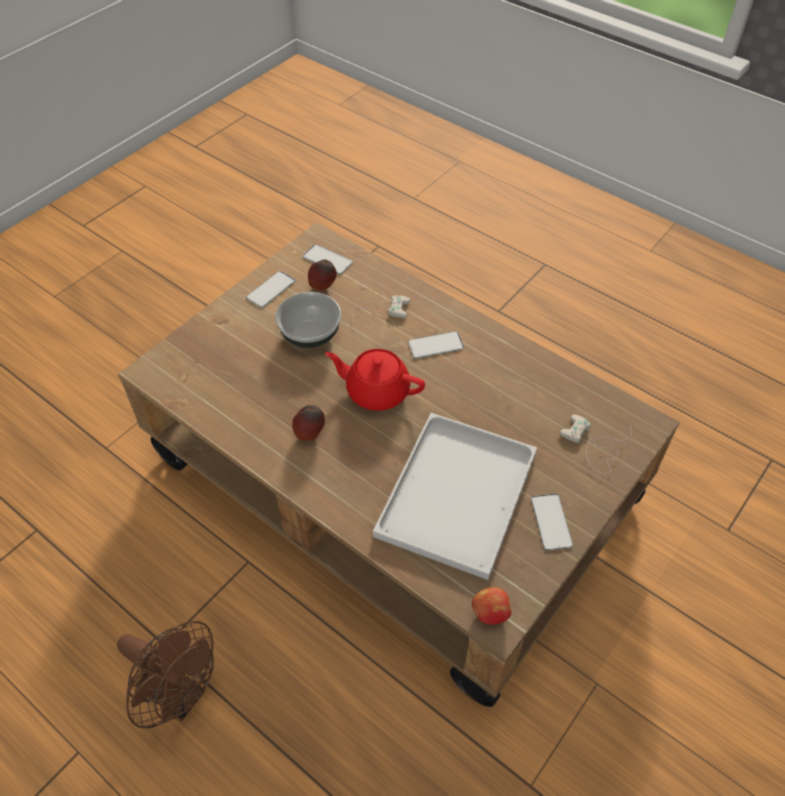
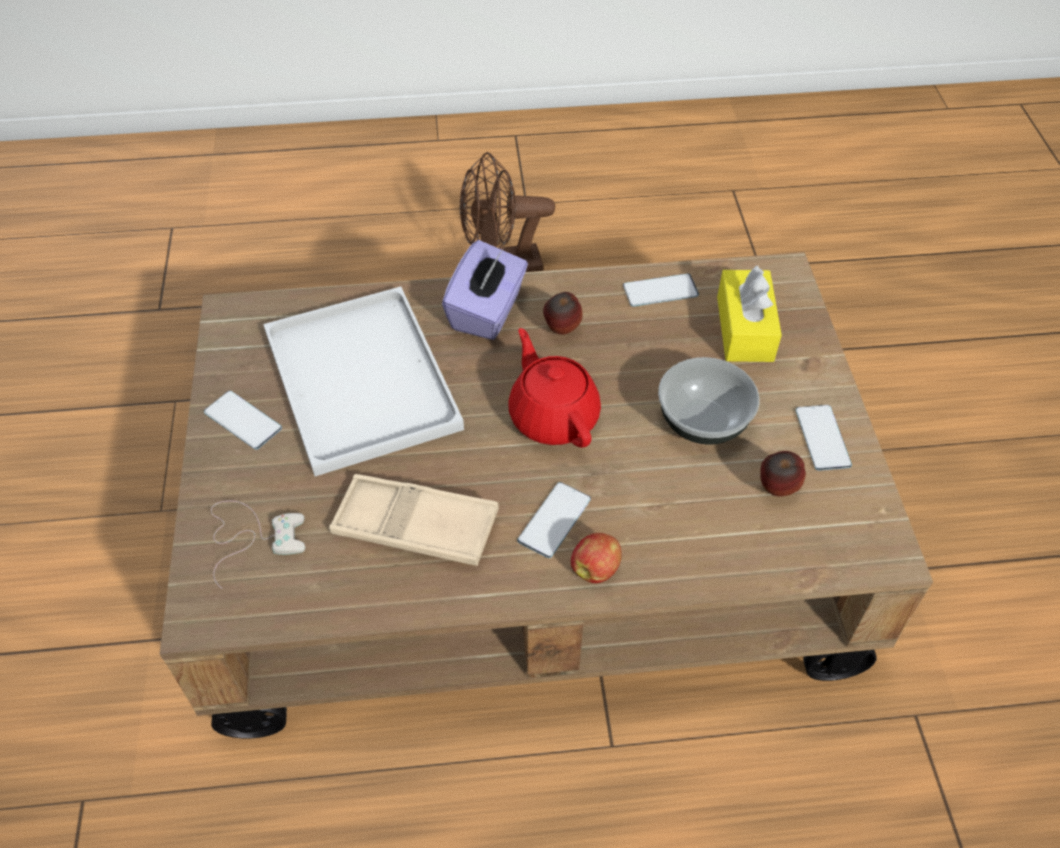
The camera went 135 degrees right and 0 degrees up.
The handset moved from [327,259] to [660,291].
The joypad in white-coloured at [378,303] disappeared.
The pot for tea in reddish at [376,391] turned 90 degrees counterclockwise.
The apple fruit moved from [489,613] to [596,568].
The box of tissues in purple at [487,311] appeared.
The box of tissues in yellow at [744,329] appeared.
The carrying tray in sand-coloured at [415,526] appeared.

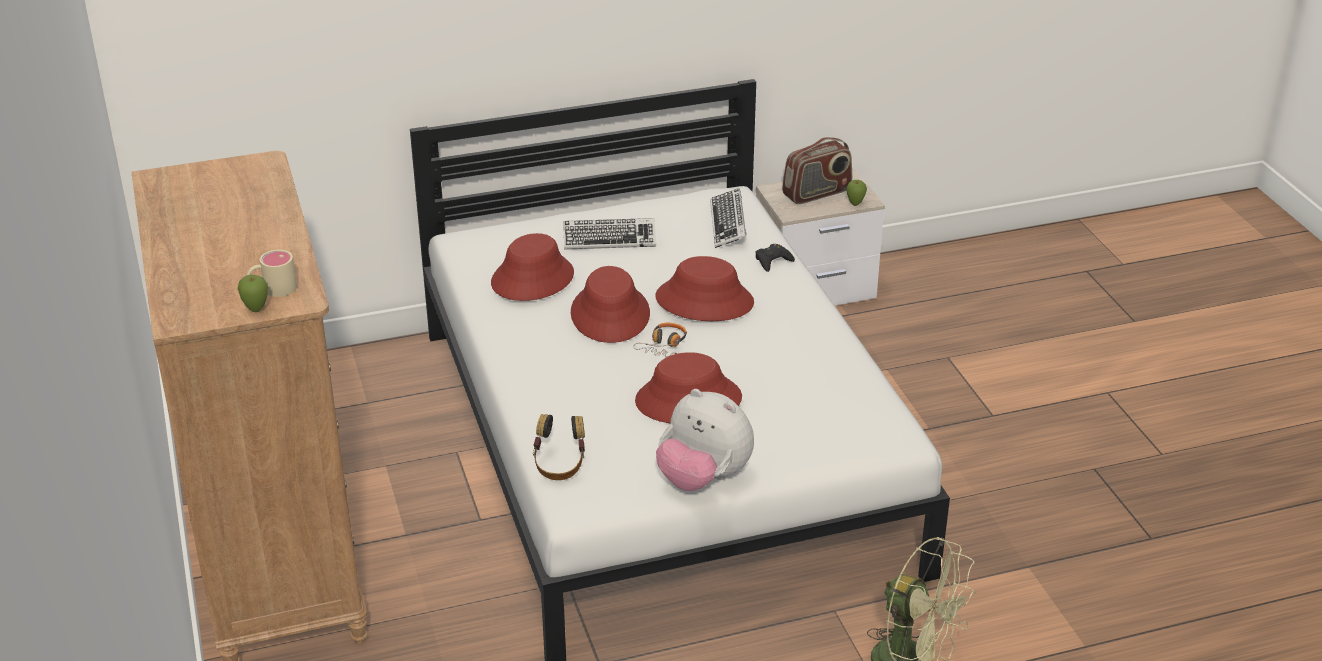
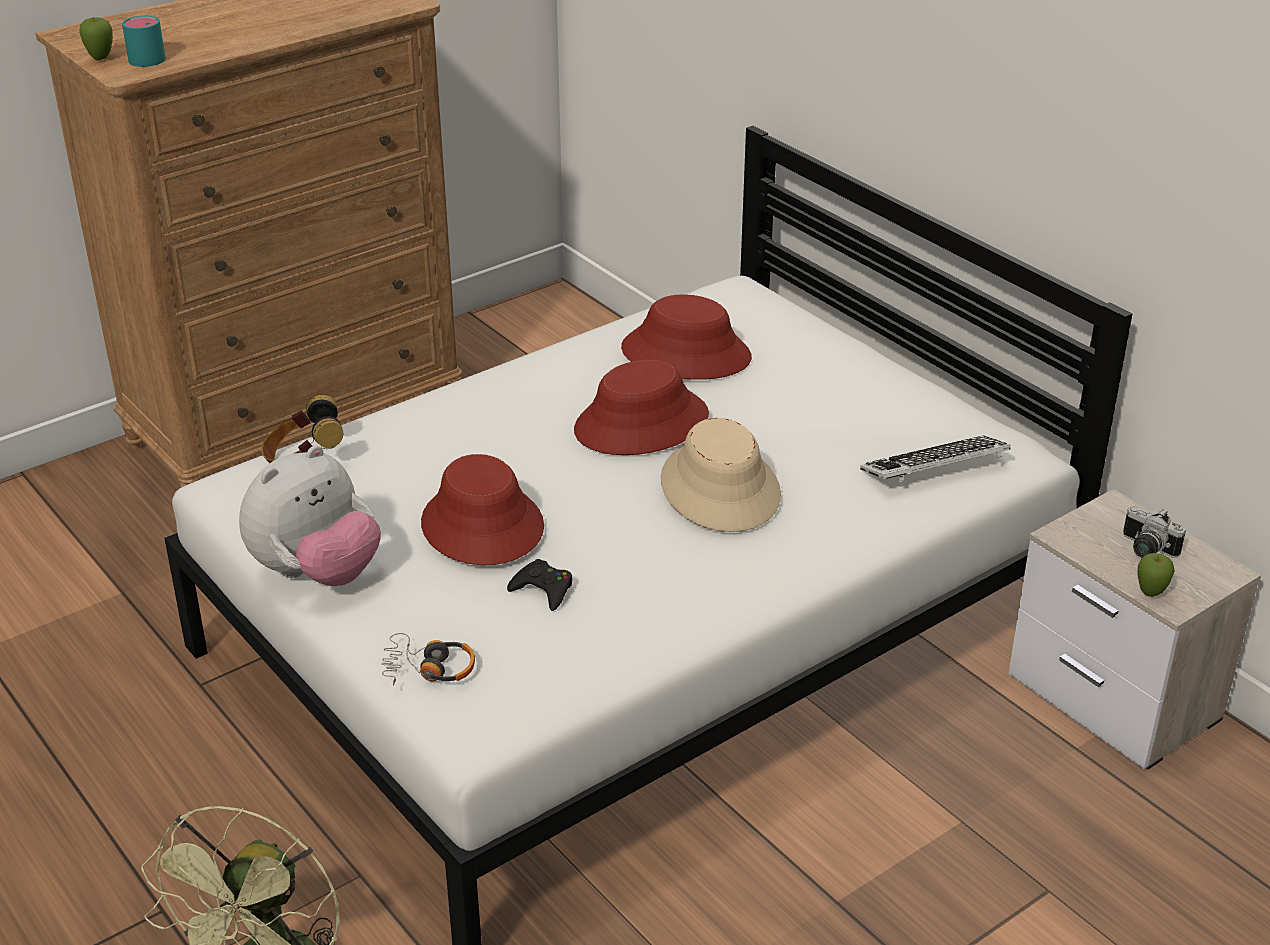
The camera went 70 degrees right and 0 degrees up.
The radio set at [817,193] was replaced by the photo camera at [1145,549].
The PC keyboard at [609,239] disappeared.
The joypad in blackish moved from [772,261] to [543,590].
The mug in sand-coloured at [272,289] became the mug in turquoise at [142,57].
The clothing hat in reddish at [704,300] became the clothing hat in sand-coloured at [721,488].
The headphones moved from [664,345] to [428,669].
The plush toy at [703,478] turned 150 degrees counterclockwise.

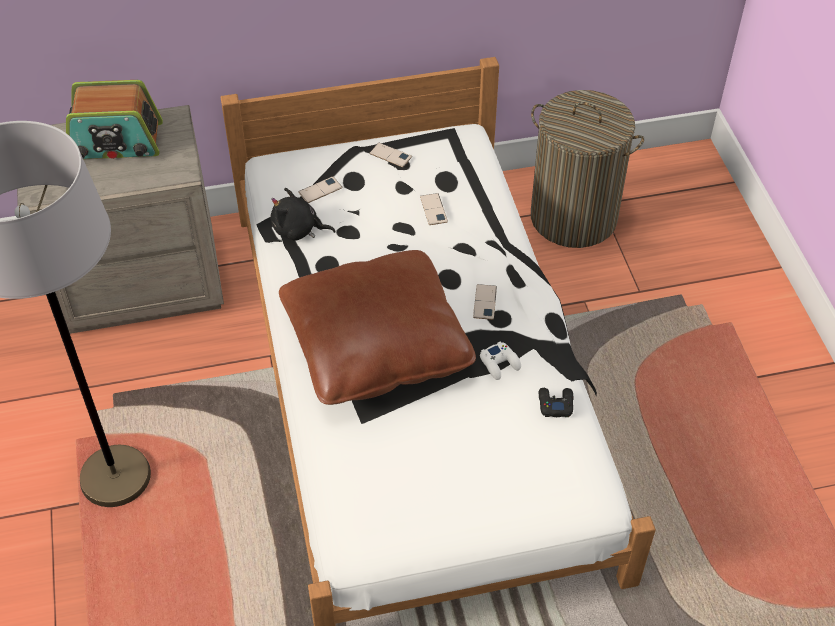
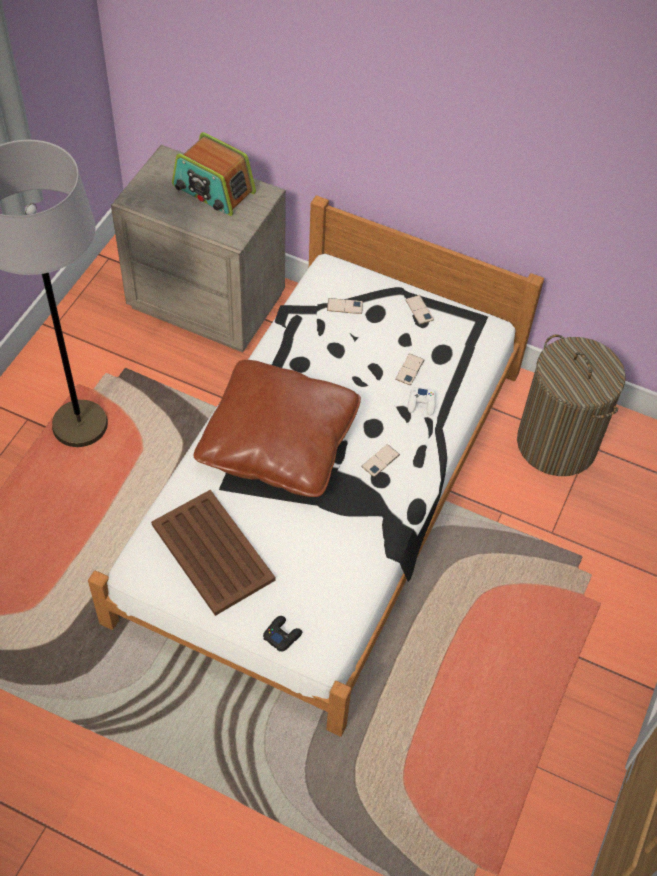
The camera went 35 degrees right and 5 degrees up.
The plush toy in blackish at [298,230] disappeared.
The joypad in white-coloured moved from [500,363] to [421,403].
The joypad in blackish moved from [555,404] to [282,635].
The carrying tray in brown at [212,551] appeared.

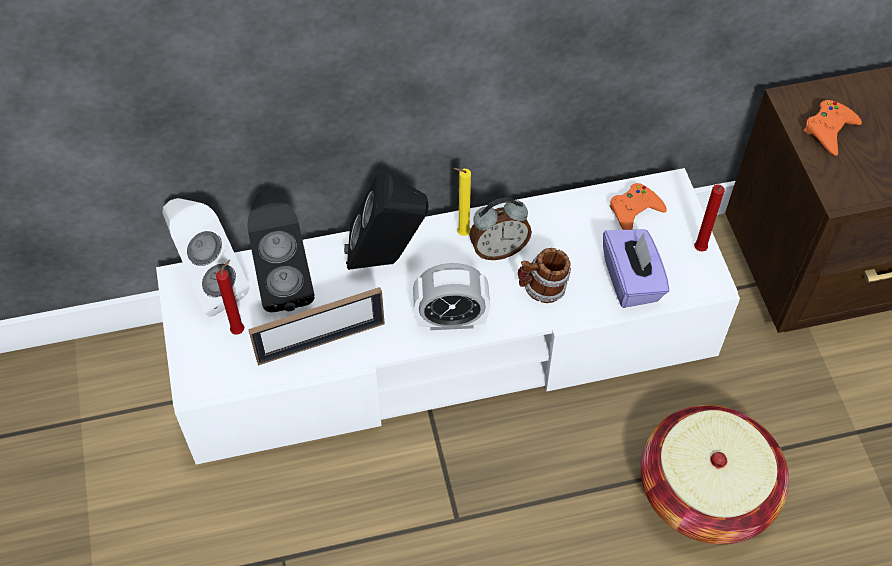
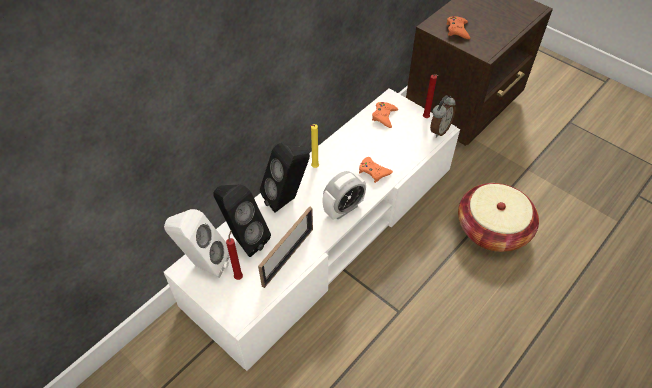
The camera went 35 degrees left and 5 degrees down.
The bedside clock moved from [498,249] to [439,130].
The box of tissues in purple at [632,280] disappeared.
The mug at [542,289] was replaced by the joypad in orange at [373,171].

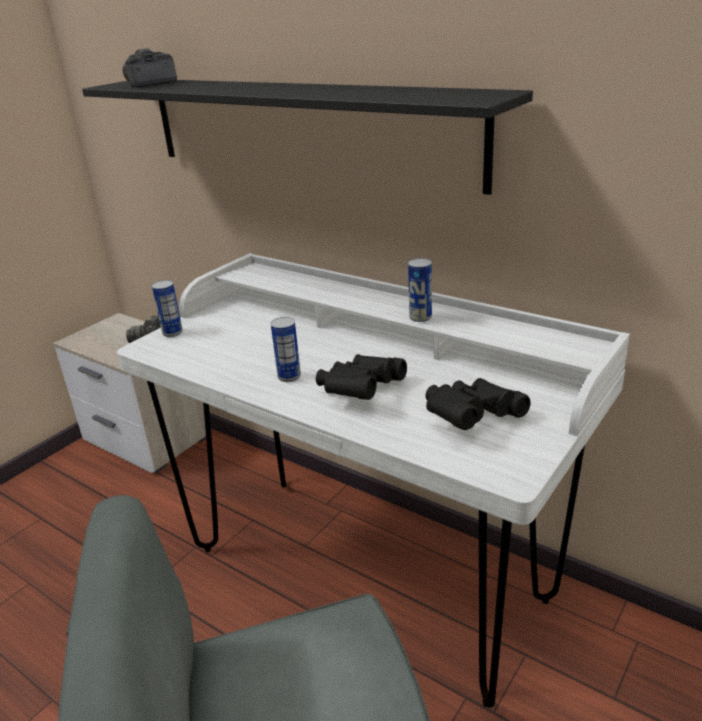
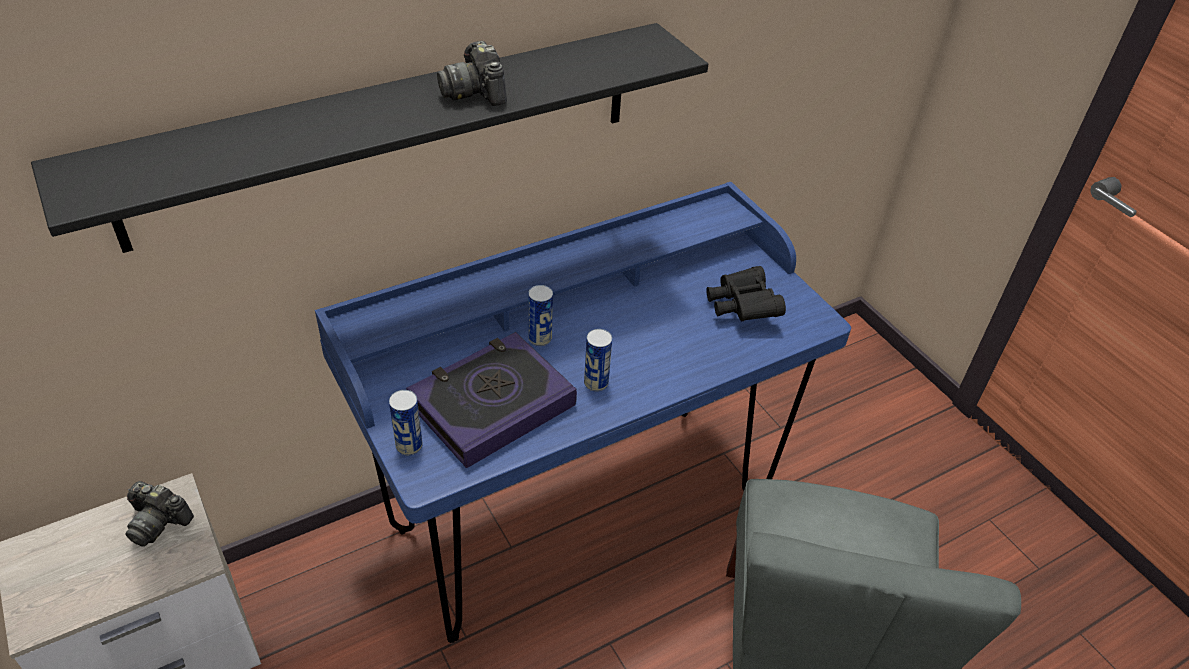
The camera went 70 degrees left and 15 degrees up.
The photo camera moved from [148,84] to [475,92].
The desk unit in white-coloured at [367,572] became the desk unit in blue-coloured at [581,512].
The can moved from [420,317] to [540,338].
The pair of binoculars in blackish at [360,391] disappeared.
The bound book at [492,405] appeared.

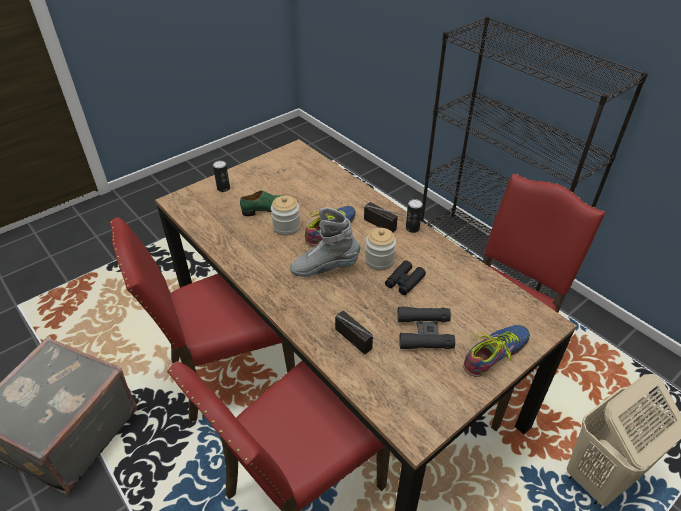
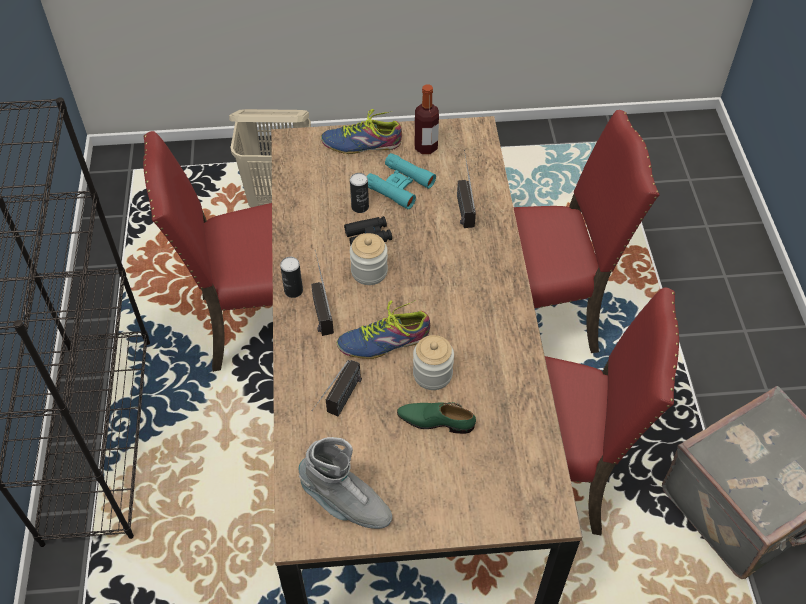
The camera went 145 degrees left and 10 degrees up.
The can moved from [223,188] to [360,207].
The tall boot in grey moved from [324,268] to [345,503].
The pair of binoculars in blackish at [424,332] became the pair of binoculars in turquoise at [399,186].
The bottle at [426,147] appeared.
The radio set at [339,406] appeared.

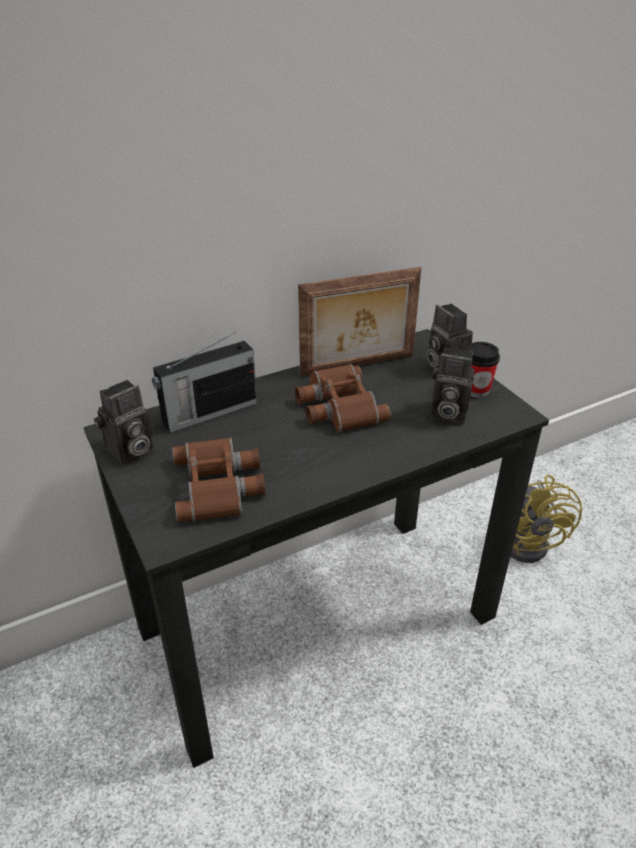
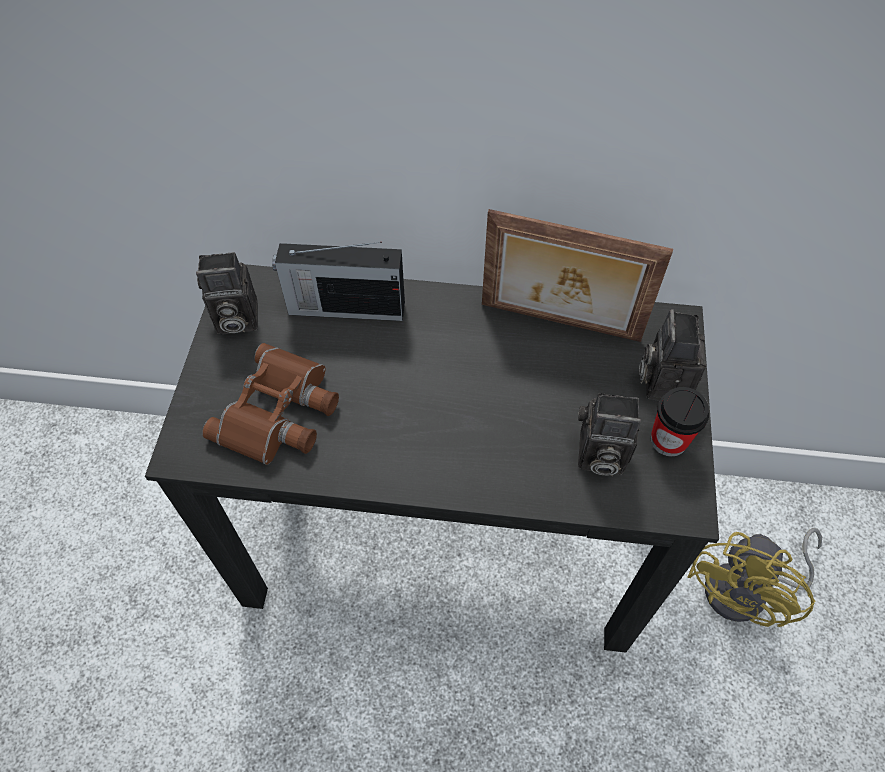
The camera went 35 degrees right and 20 degrees up.
The photo camera at [447,413] turned 45 degrees counterclockwise.
The pair of binoculars in brown at [337,406] disappeared.

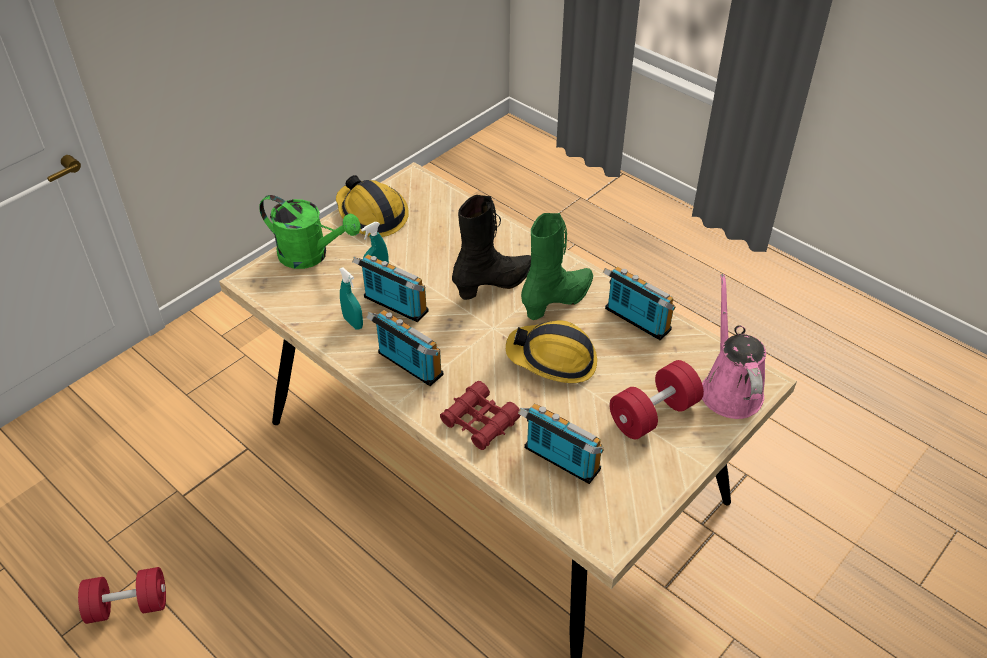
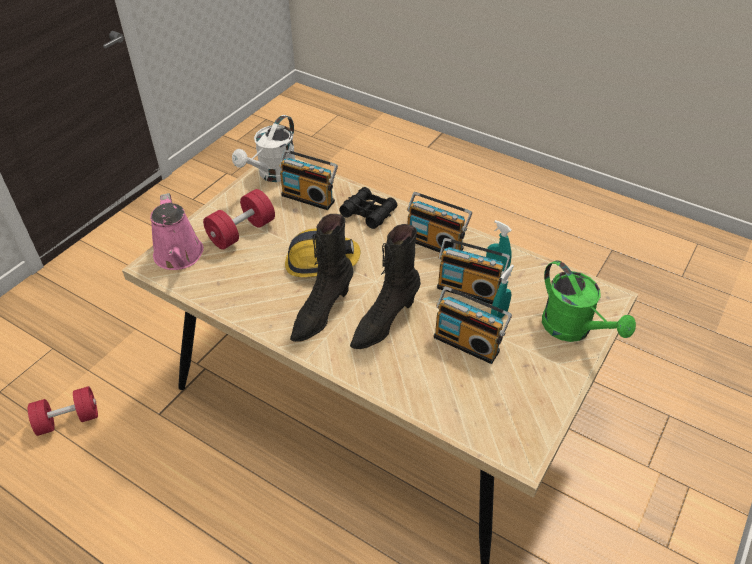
The camera went 170 degrees right and 0 degrees up.
The hard hat at [371,215] disappeared.
The watering can in green at [311,255] turned 135 degrees counterclockwise.
The tall boot in green at [558,301] became the tall boot in blackish at [321,313].
The radio set moved from [635,321] to [467,342].
The pair of binoculars in reddish at [480,422] became the pair of binoculars in blackish at [368,213].
The dumbbell in reddish moved from [128,605] to [68,420].
The watering can in white-coloured at [273,175] appeared.

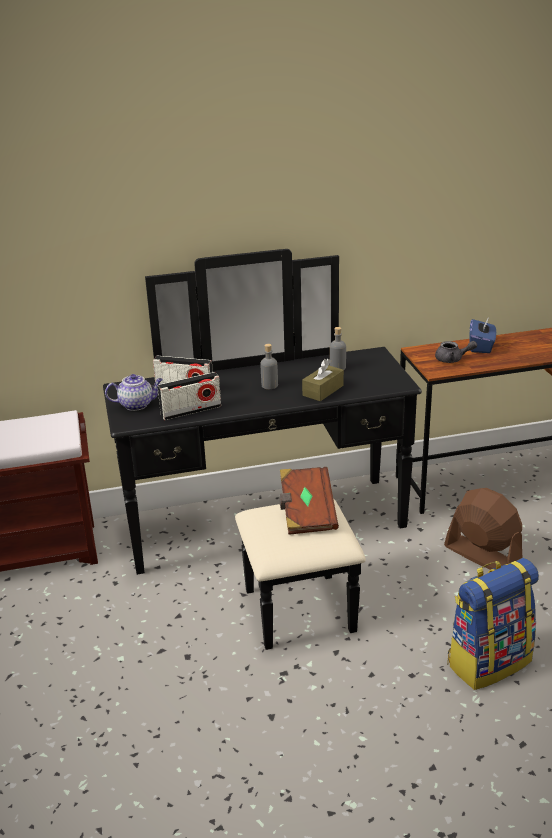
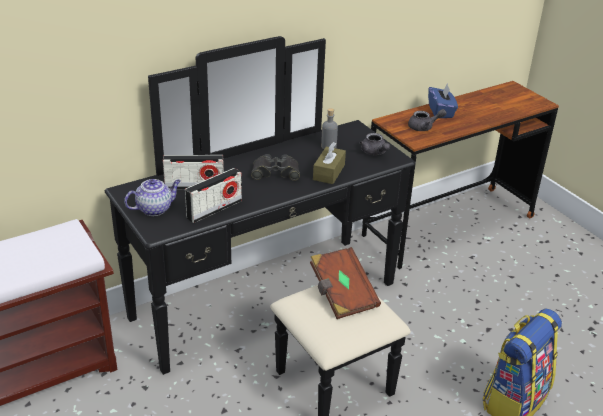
The camera went 20 degrees left and 5 degrees up.
The bottle in grey at [269,385] was replaced by the pair of binoculars in blackish at [275,172].
The cooling fan in brown at [482,555] disappeared.
The pot for tea in grey at [374,153] appeared.

